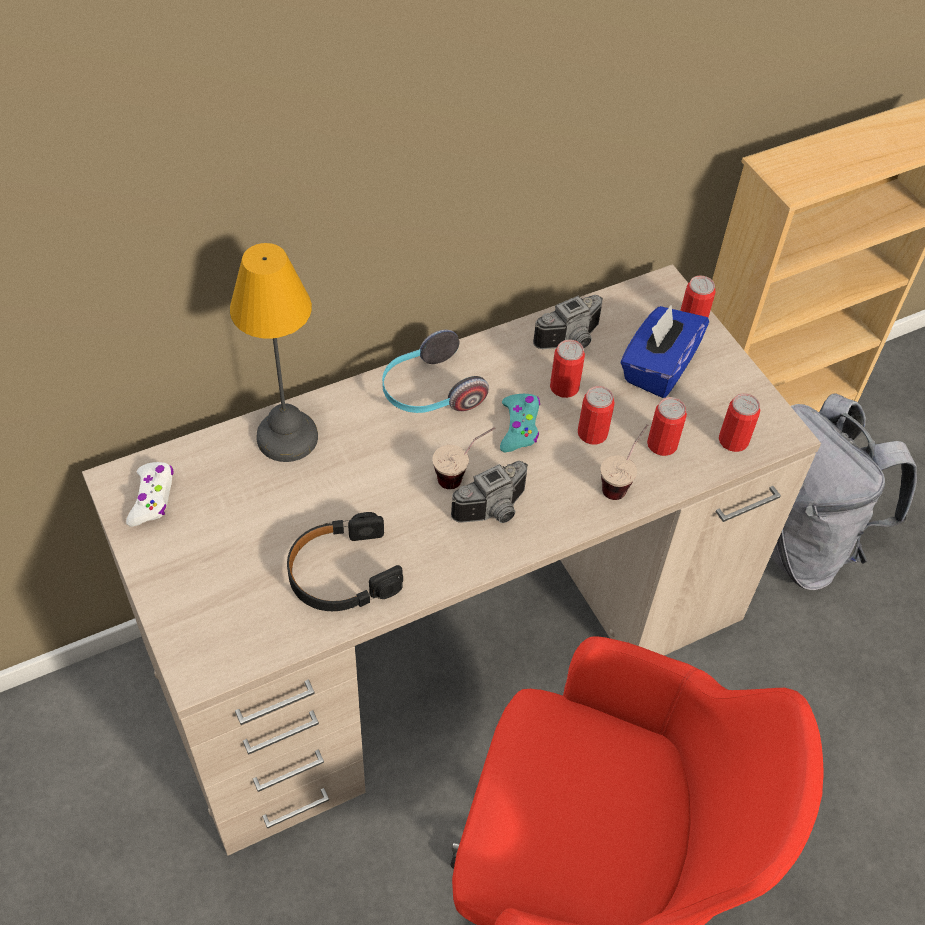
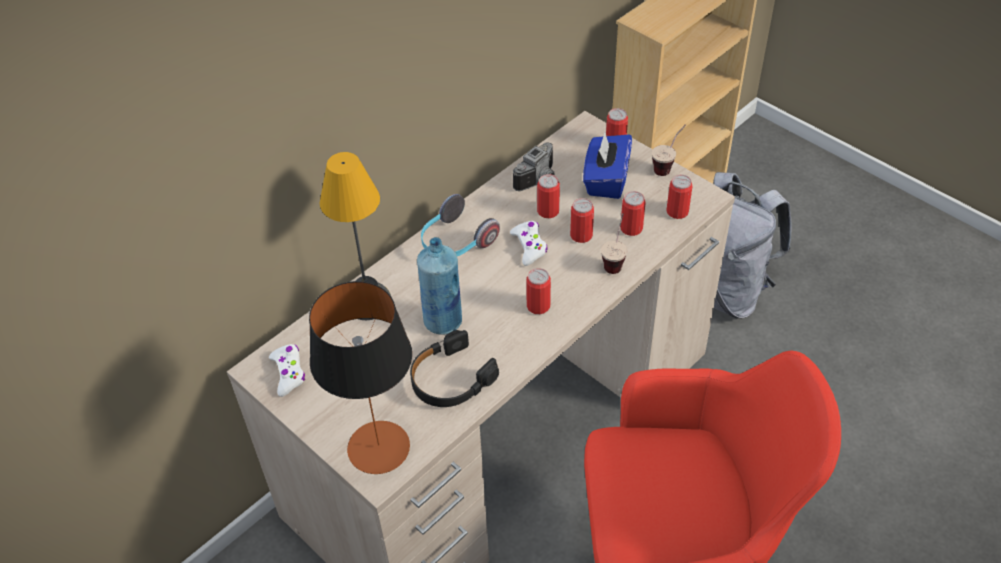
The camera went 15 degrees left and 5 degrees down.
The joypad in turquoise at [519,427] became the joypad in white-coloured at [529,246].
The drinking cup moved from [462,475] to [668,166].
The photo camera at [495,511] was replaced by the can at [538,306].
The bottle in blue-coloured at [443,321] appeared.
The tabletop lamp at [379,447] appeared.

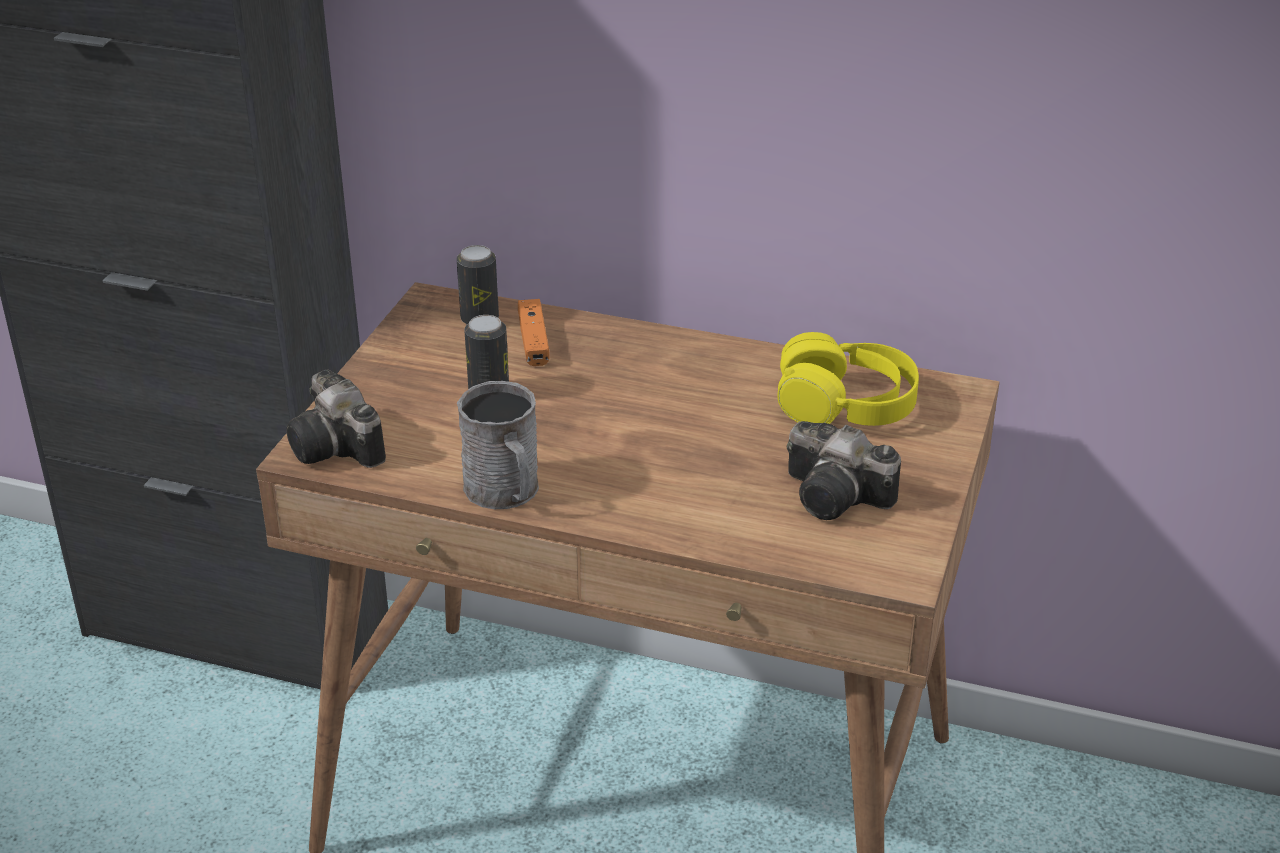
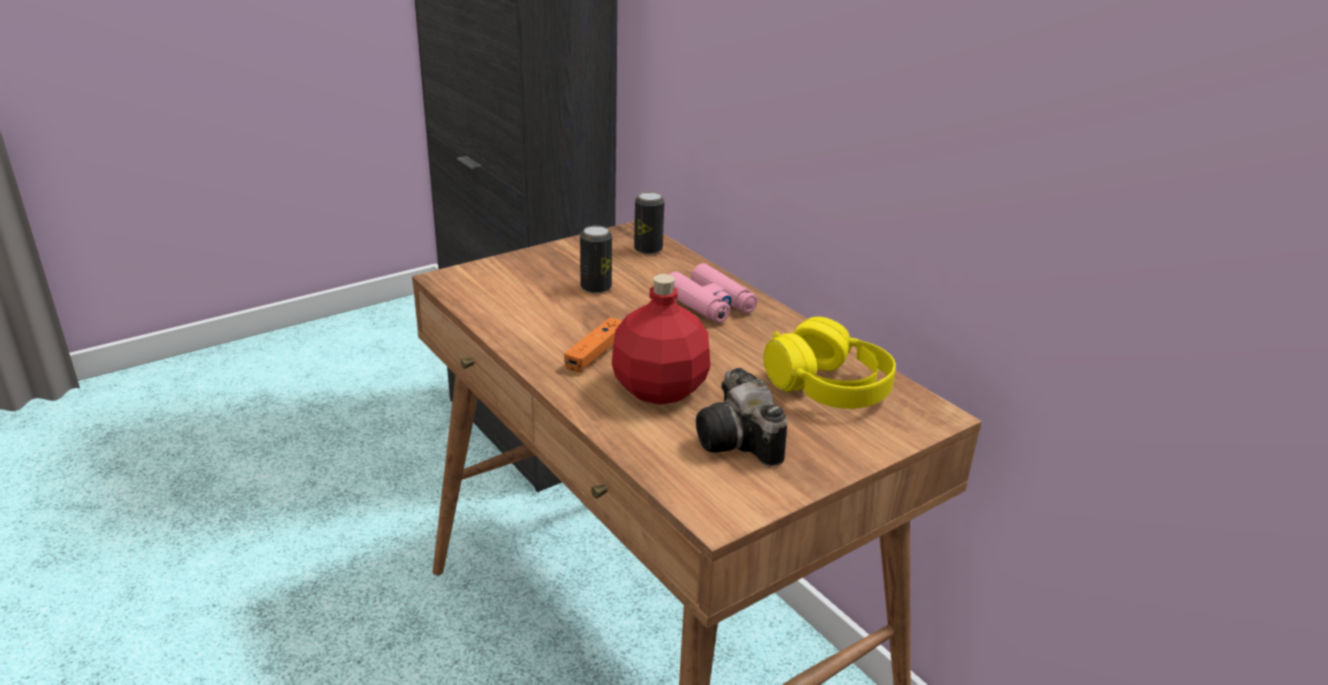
The camera went 35 degrees right and 5 degrees down.
The joypad in orange moved from [533,341] to [596,352].
The photo camera at [339,448] disappeared.
The mug in grey at [506,493] disappeared.
The pair of binoculars in pink-coloured at [710,304] appeared.
The bottle in reddish at [659,390] appeared.

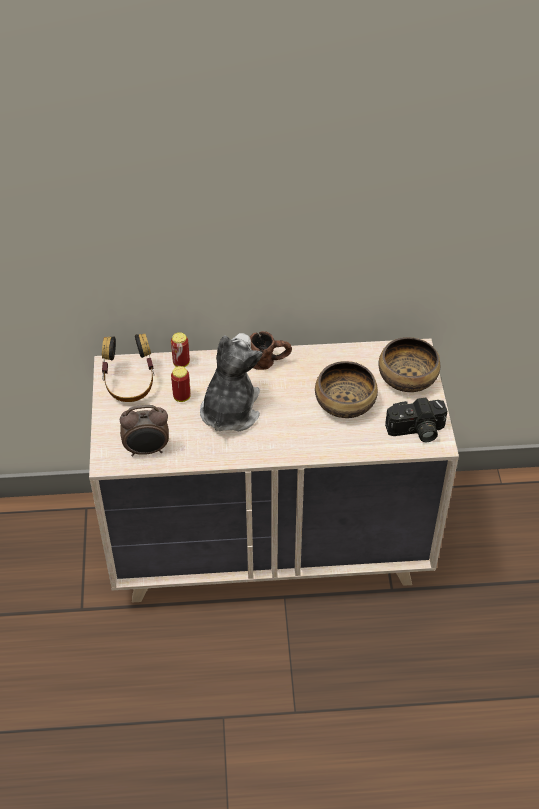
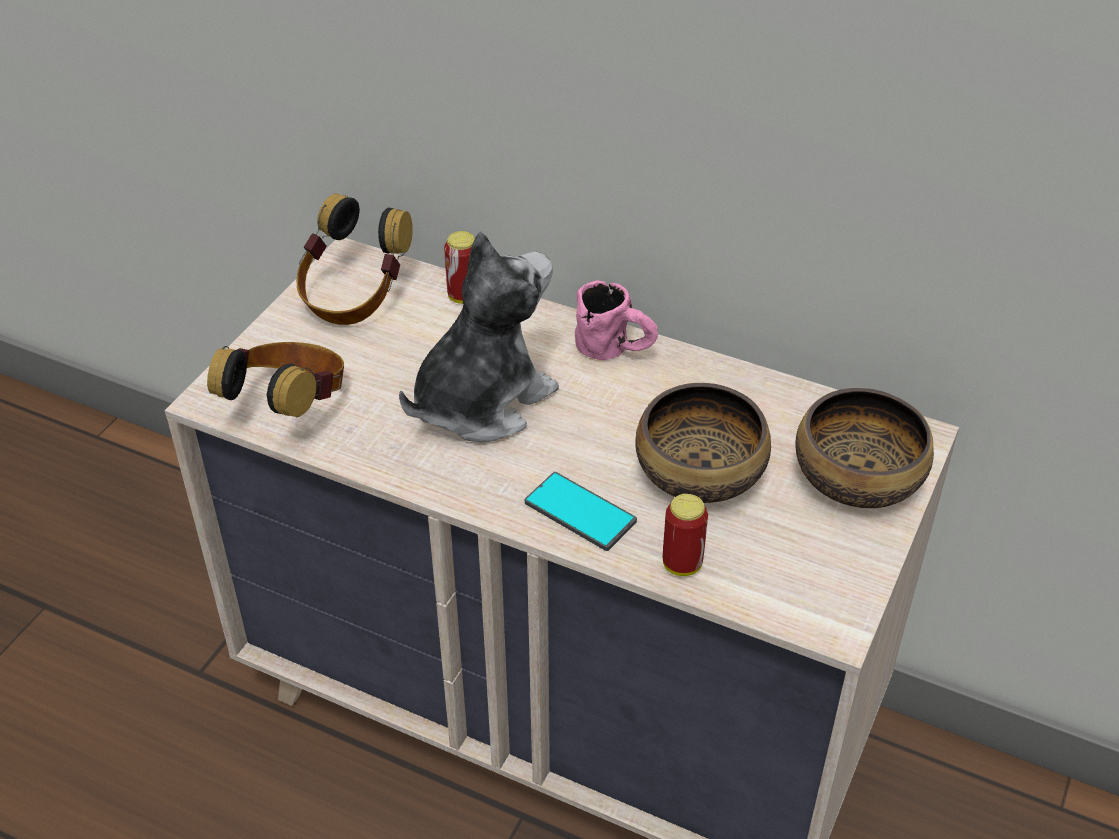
The camera went 30 degrees right and 5 degrees down.
The mug in brown at [270,361] became the mug in pink-coloured at [616,350].
The can moved from [182,397] to [682,564].
The photo camera at [416,431] disappeared.
The bedside clock at [147,450] was replaced by the headphones at [290,407].
The handset at [580,512] appeared.

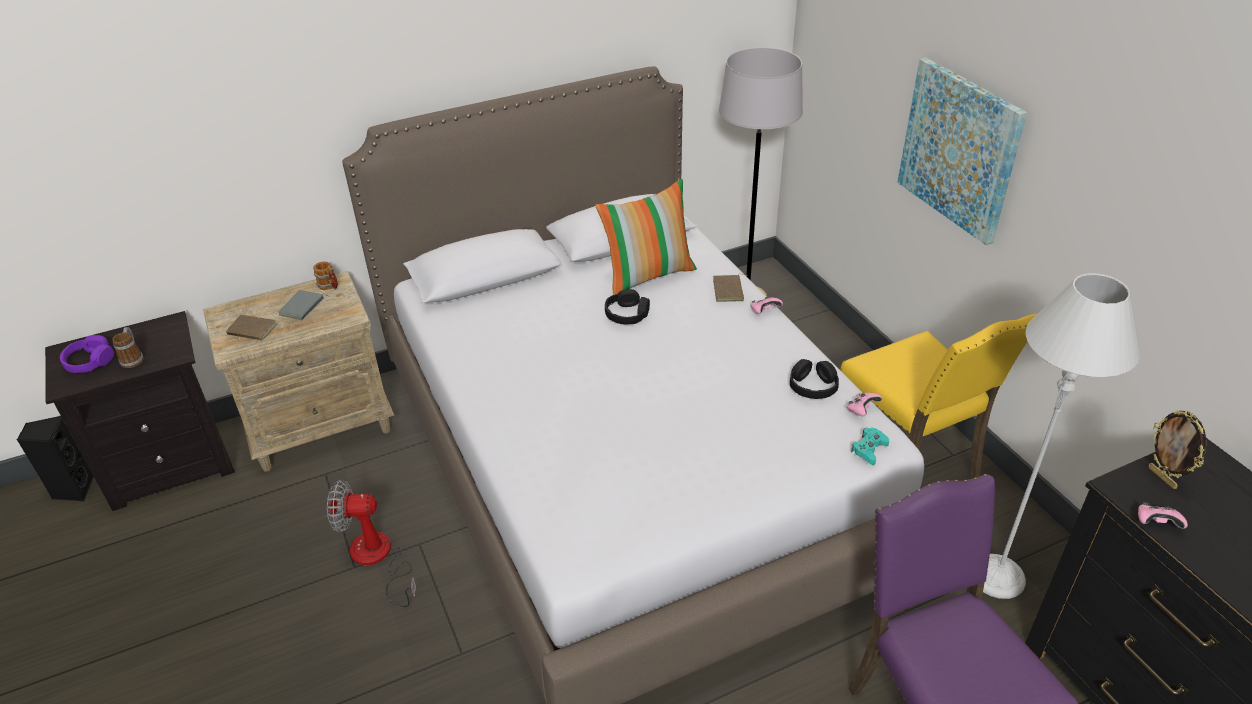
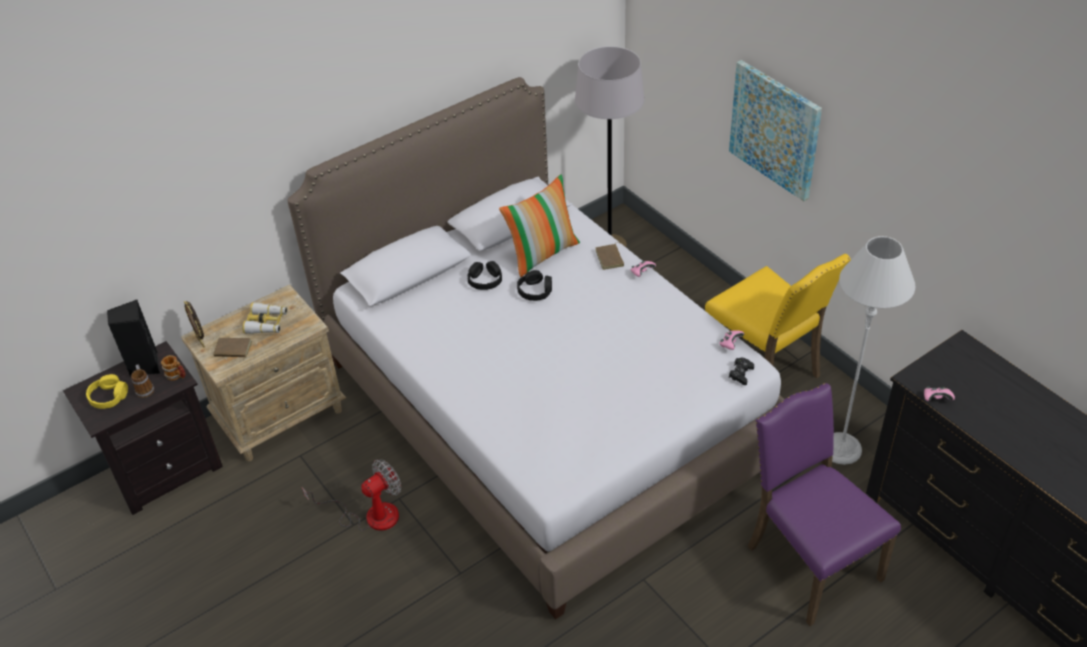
The camera went 10 degrees left and 5 degrees up.
The mug moved from [329,286] to [177,375].
The bound book in grey at [303,307] was replaced by the pair of binoculars at [266,323].
The headphones in purple at [89,361] became the headphones in yellow at [109,397].
The headphones in blackish moved from [813,386] to [485,280].
The photo frame moved from [1162,477] to [201,341].
The loudspeaker in blackish moved from [73,489] to [144,366].
The joypad in turquoise at [869,449] became the joypad in blackish at [741,374].
The cooling fan at [377,559] turned 150 degrees clockwise.

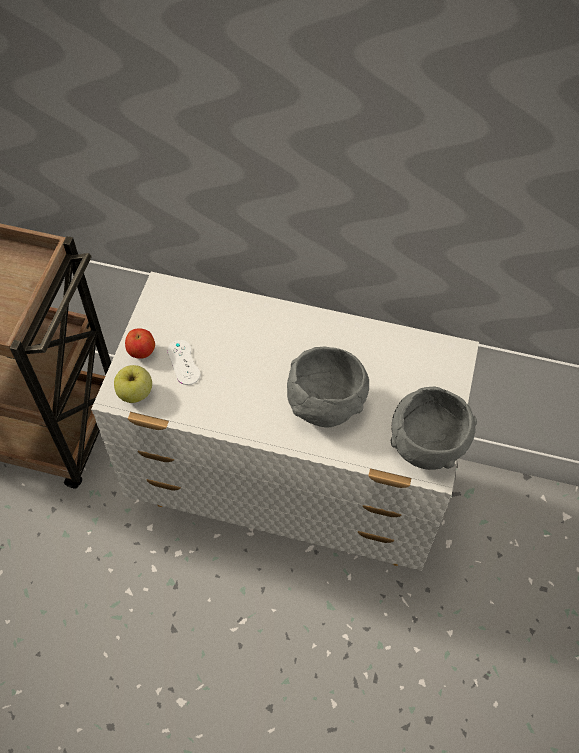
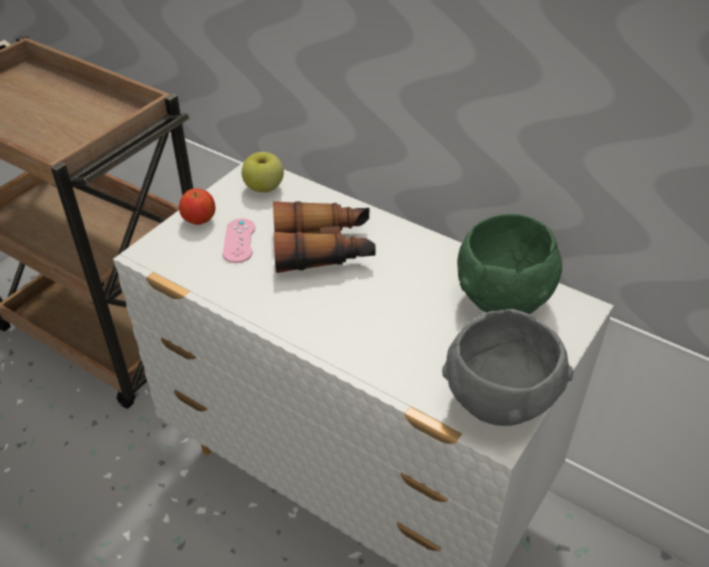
The camera went 20 degrees right and 15 degrees down.
The joypad in white-coloured at [183,362] became the joypad in pink-coloured at [239,241].
The deep dish in grey at [325,405] disappeared.
The apple fruit moved from [135,393] to [264,188].
The pair of binoculars at [324,249] appeared.
The deep dish in green at [503,298] appeared.

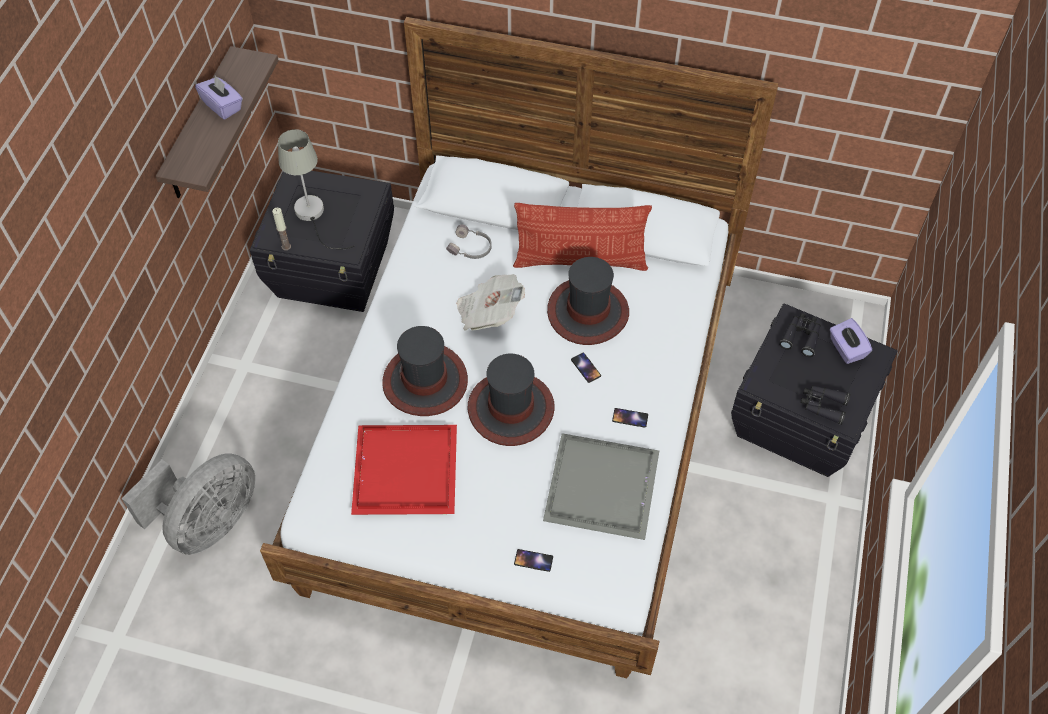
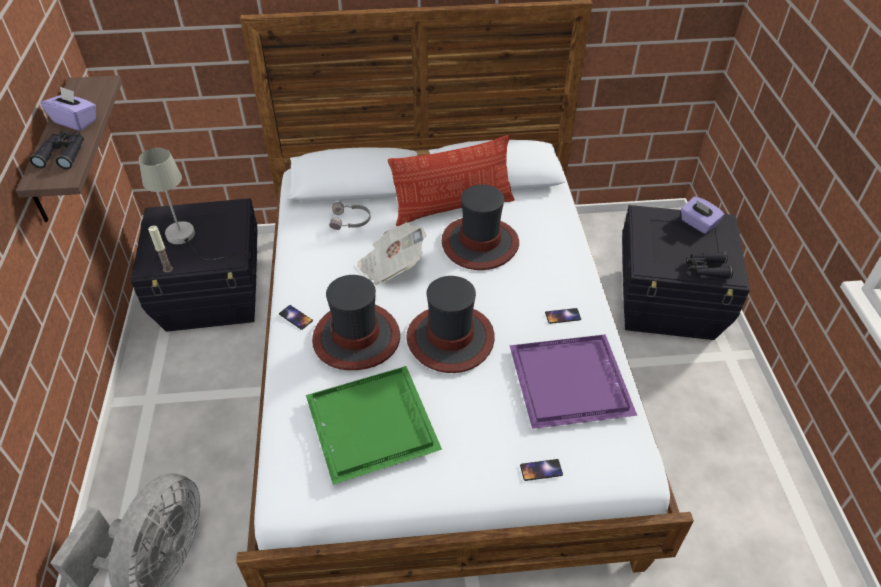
The camera went 20 degrees left and 10 degrees down.
The pair of binoculars in blackish moved from [801,336] to [63,154].
The handset moved from [586,367] to [295,317].
The carrying tray in reddish at [403,469] became the carrying tray in green at [369,423].
The carrying tray in grey at [603,489] became the carrying tray in purple at [572,383].

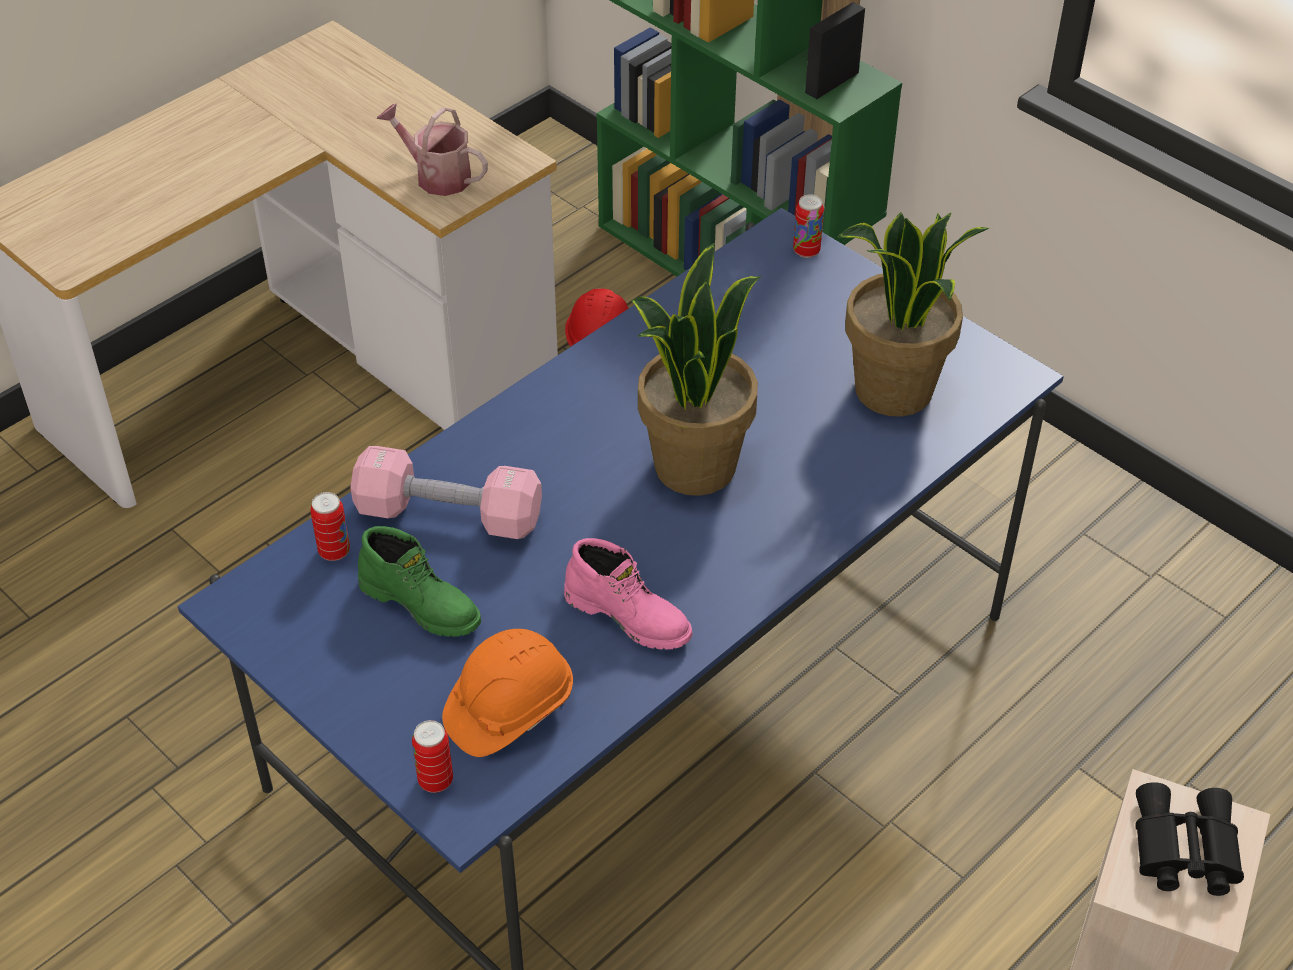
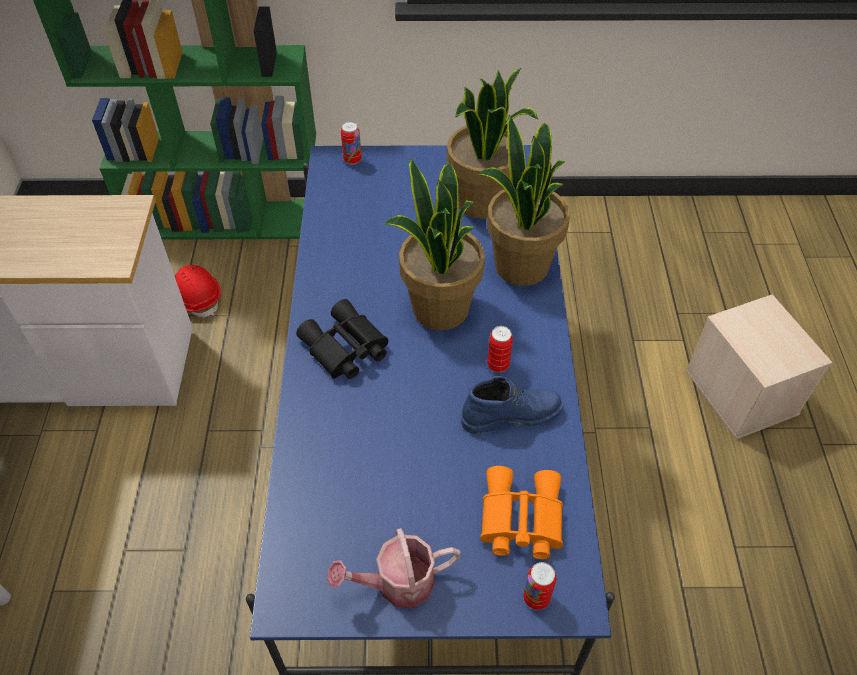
The camera went 45 degrees left and 5 degrees up.
The watering can moved from [437,175] to [397,584].
The dumbbell in pink-coloured at [449,515] disappeared.
The can moved from [334,551] to [498,365].
The tall boot in green at [422,603] disappeared.
The tall boot in pink-coloured at [629,616] became the tall boot in blue-coloured at [511,414].
The hard hat in orange at [508,708] was replaced by the pair of binoculars in orange at [519,519].
The pair of binoculars in blackish moved from [1182,850] to [344,349].
The potted plant at [520,266] appeared.

